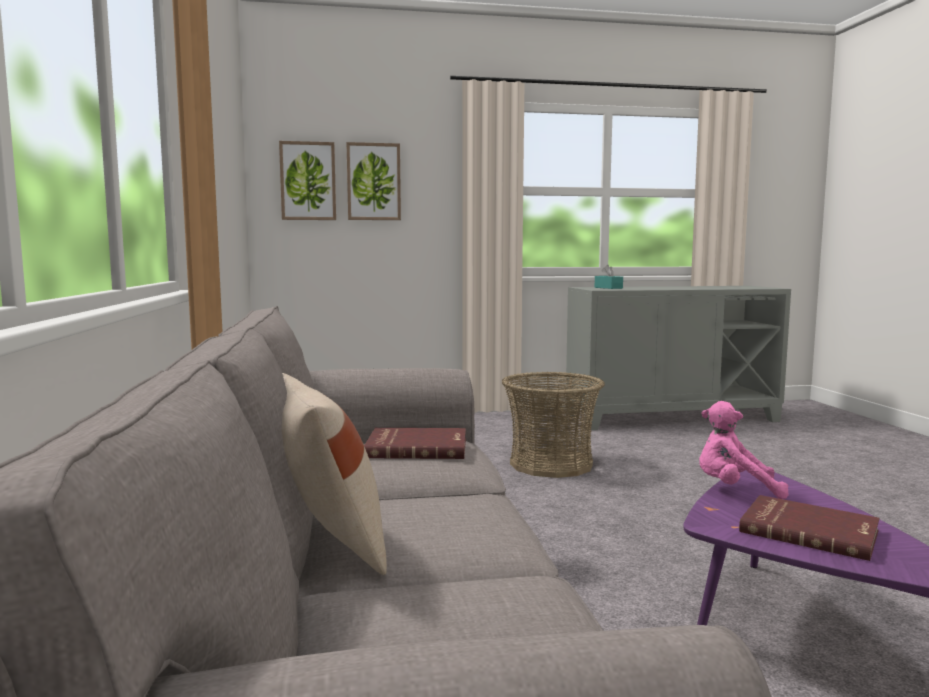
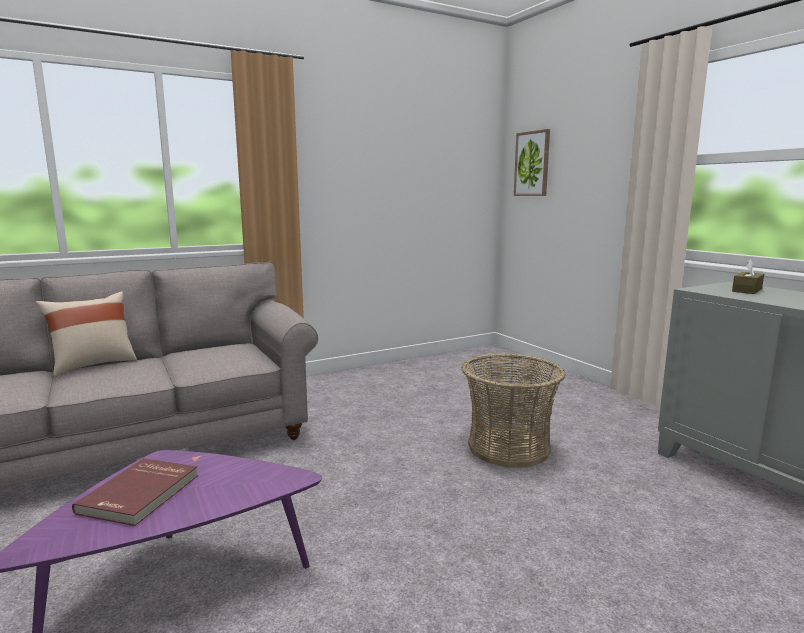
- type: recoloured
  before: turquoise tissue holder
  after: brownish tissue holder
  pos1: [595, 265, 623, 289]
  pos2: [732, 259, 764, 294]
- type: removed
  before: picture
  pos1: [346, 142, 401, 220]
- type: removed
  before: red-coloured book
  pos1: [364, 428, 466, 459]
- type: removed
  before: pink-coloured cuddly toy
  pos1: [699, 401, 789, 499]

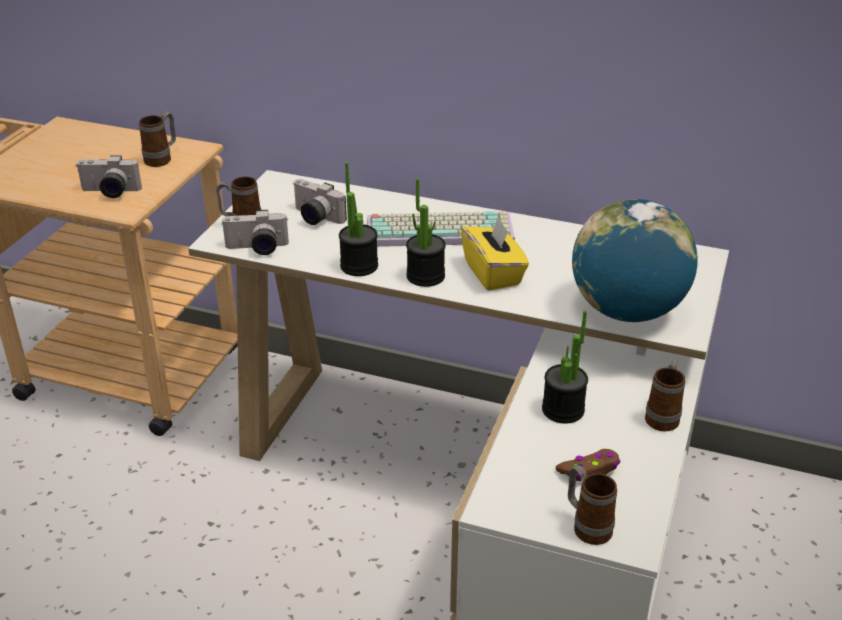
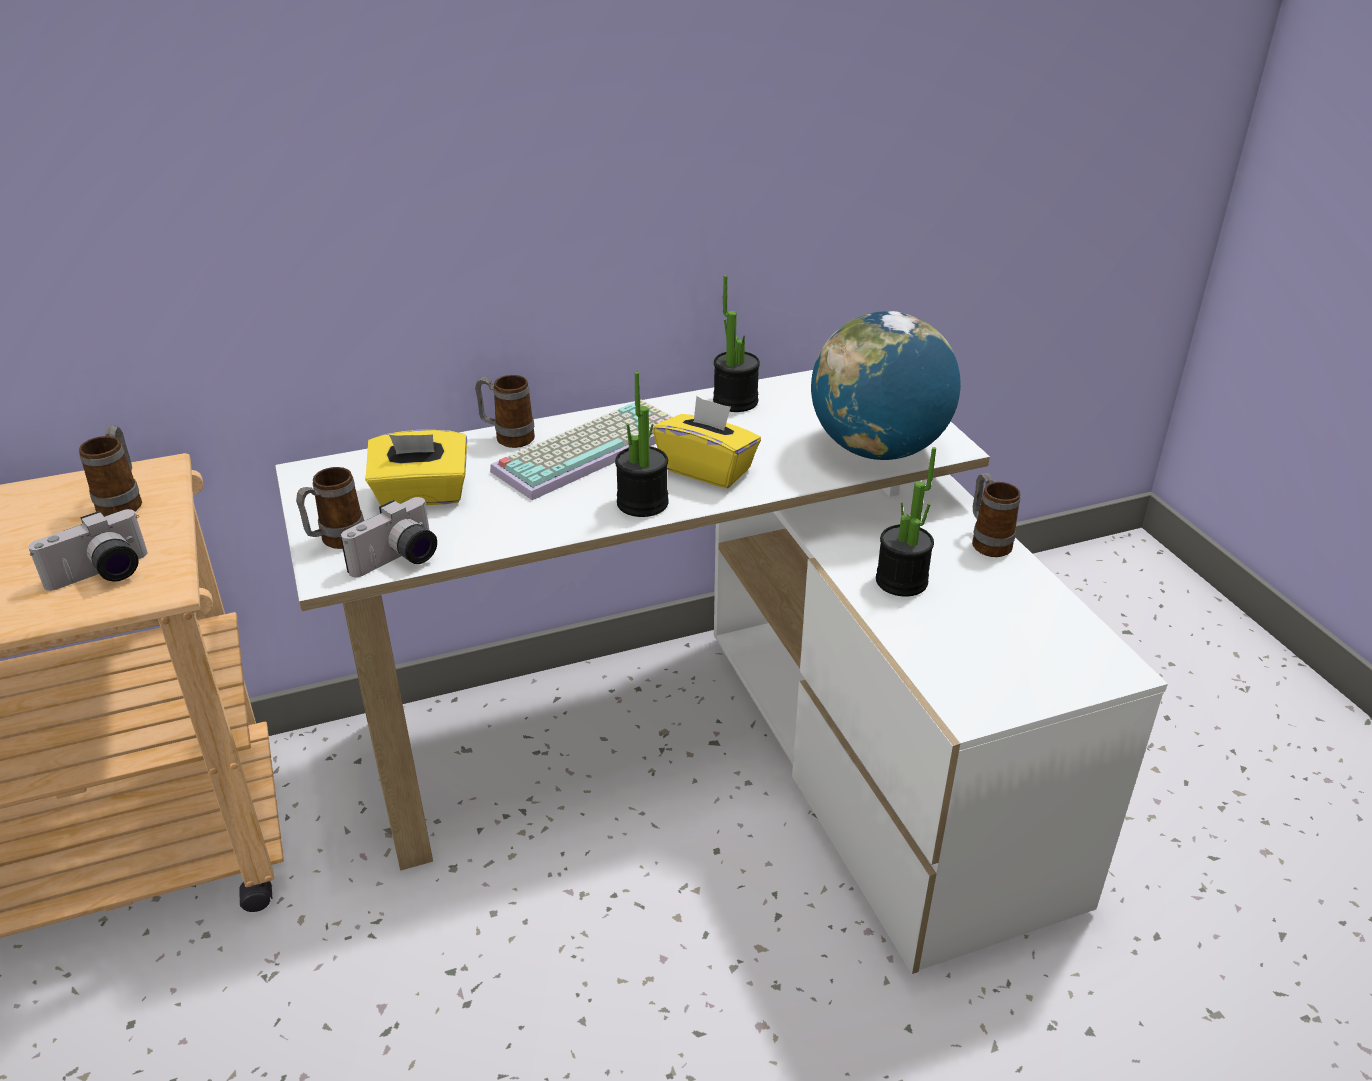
- type: replaced
  before: photo camera
  after: yellow-coloured tissue holder
  pos1: [293, 179, 347, 225]
  pos2: [365, 430, 467, 506]
- type: moved
  before: coffee mug
  pos1: [568, 465, 617, 545]
  pos2: [475, 375, 535, 448]
- type: moved
  before: plant in a pot
  pos1: [339, 162, 378, 276]
  pos2: [713, 275, 760, 412]
- type: removed
  before: brownish gamepad
  pos1: [556, 449, 620, 481]

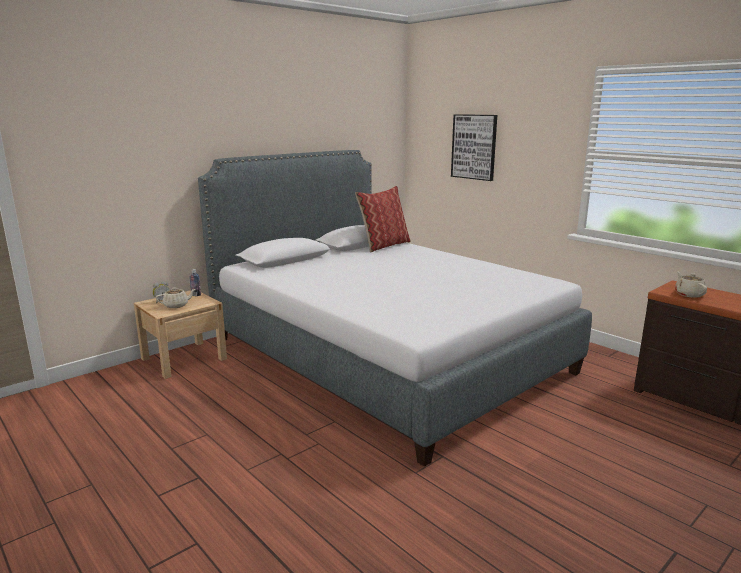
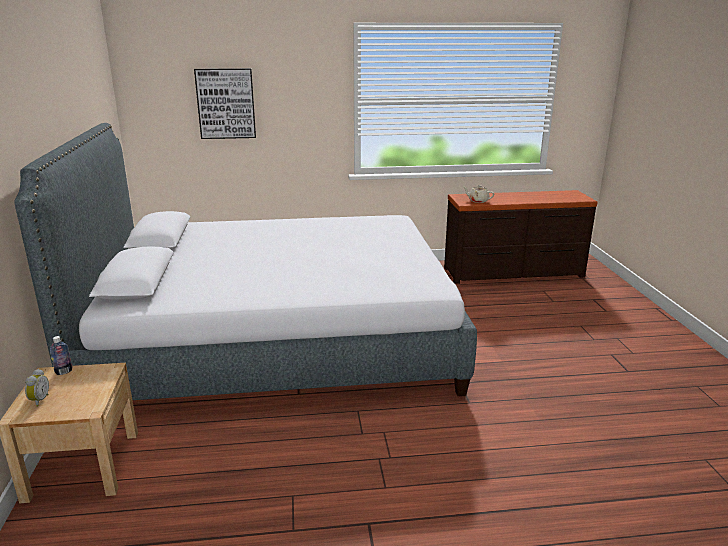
- type: removed
  before: beige tea pot
  pos1: [156, 287, 196, 308]
- type: removed
  before: cushion
  pos1: [355, 186, 411, 252]

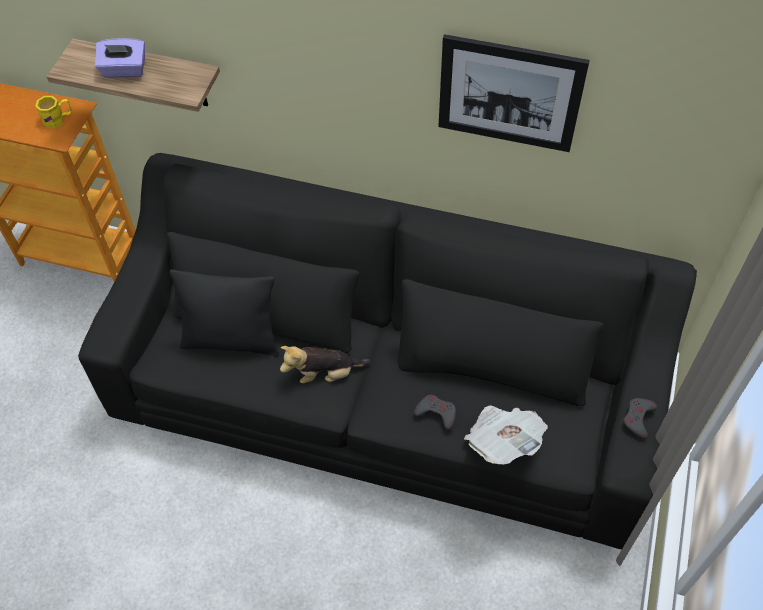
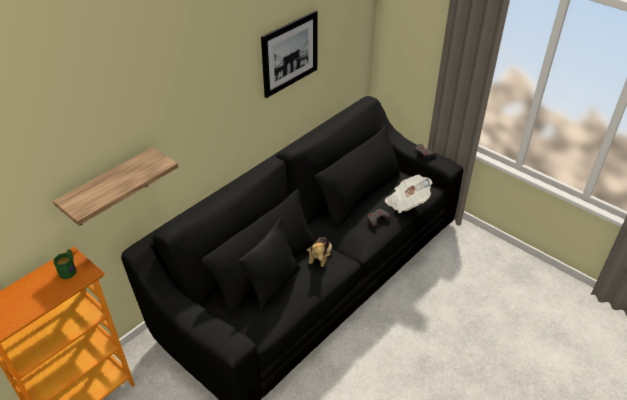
- type: recoloured
  before: yellow-coloured coffee mug
  after: green coffee mug
  pos1: [35, 96, 72, 128]
  pos2: [54, 249, 76, 279]
- type: removed
  before: purple tissue holder
  pos1: [95, 38, 145, 78]

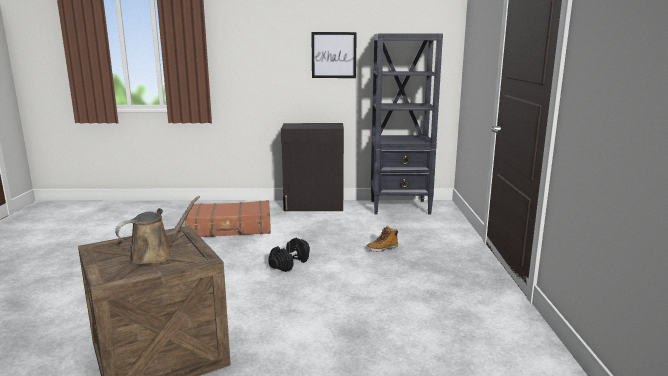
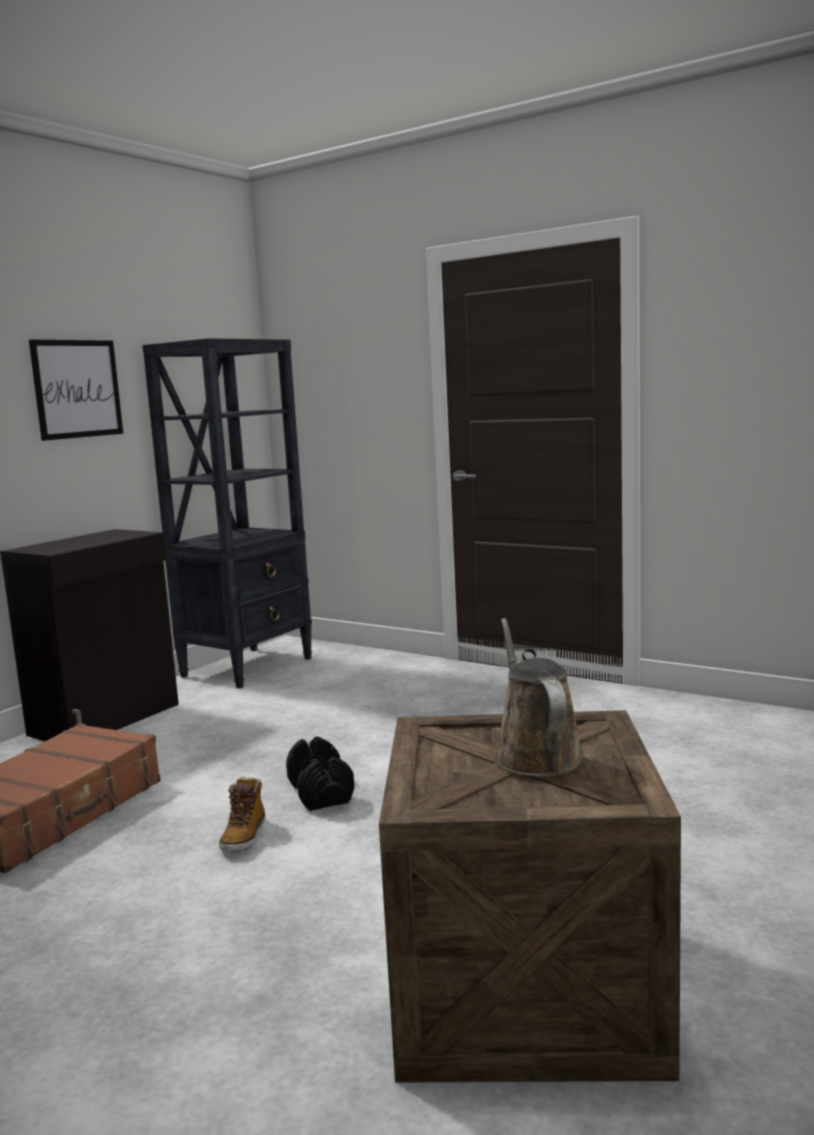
- type: moved
  before: high-top boot
  pos1: [366, 226, 398, 252]
  pos2: [219, 777, 265, 852]

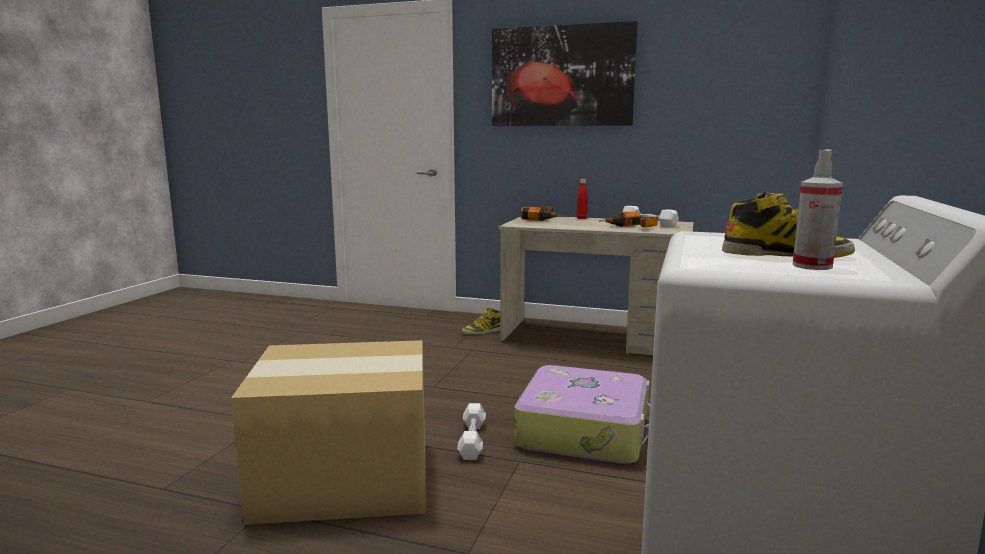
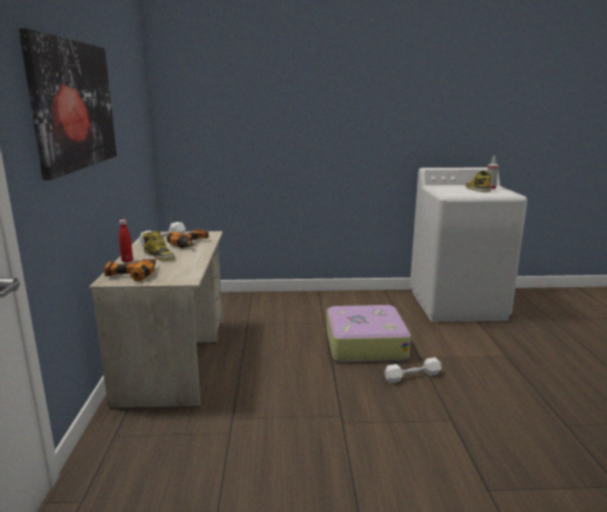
- type: moved
  before: high-top boot
  pos1: [462, 308, 500, 335]
  pos2: [143, 231, 175, 260]
- type: removed
  before: packing box
  pos1: [231, 340, 426, 525]

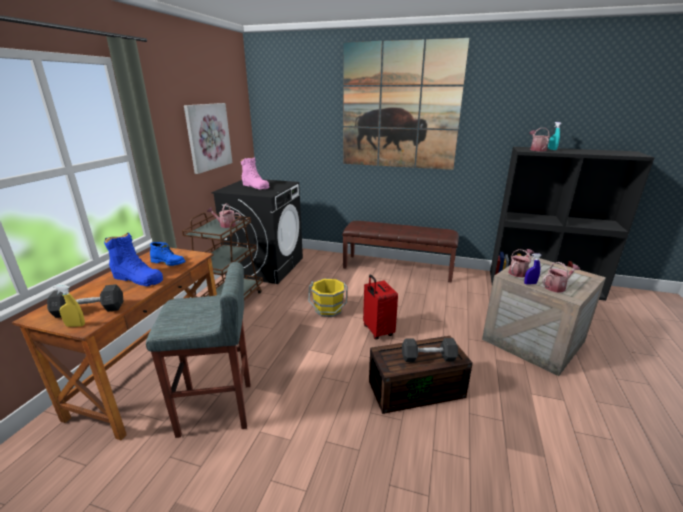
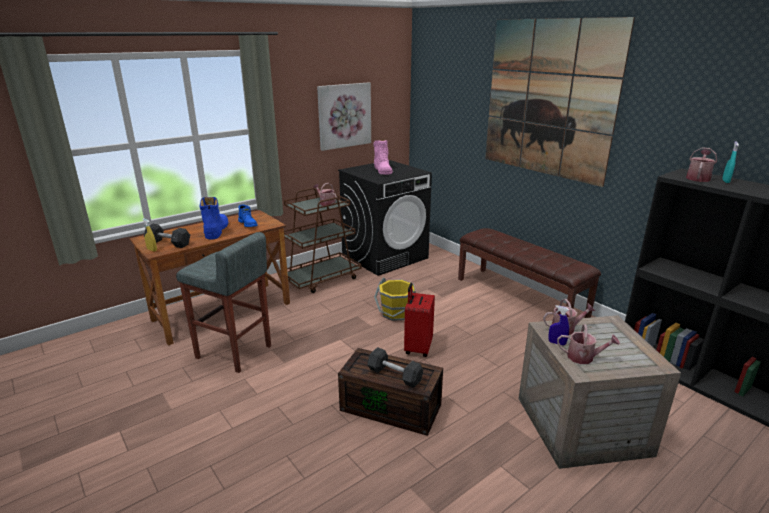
- type: turned
  before: blue high-top boot
  pos1: [104, 233, 163, 286]
  pos2: [200, 197, 228, 239]
  turn: -150

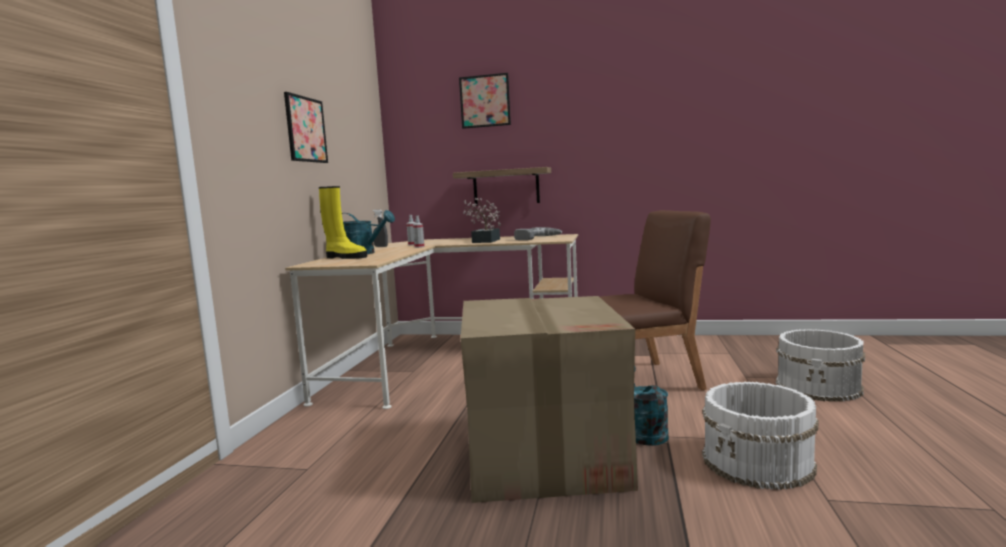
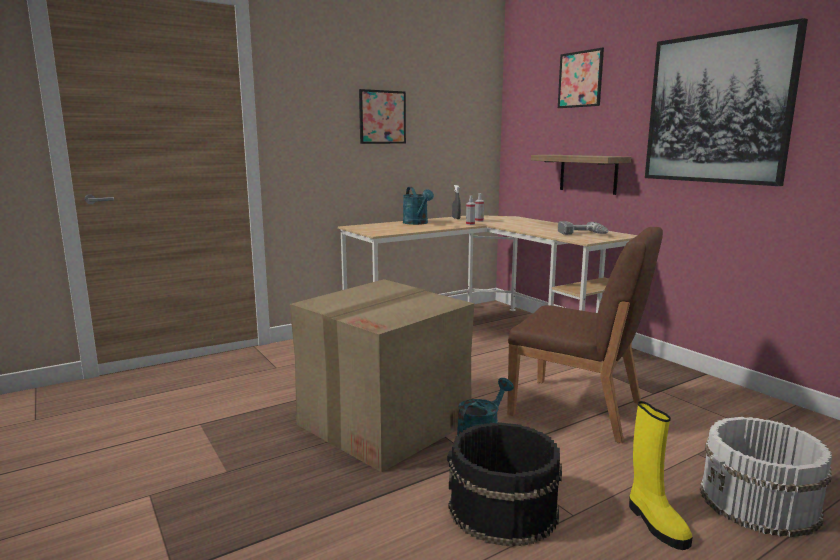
- type: recoloured
  before: white water bucket
  after: black-coloured water bucket
  pos1: [702, 382, 819, 490]
  pos2: [447, 422, 562, 547]
- type: moved
  before: yellow-coloured high-top boot
  pos1: [319, 186, 367, 259]
  pos2: [629, 401, 693, 550]
- type: added
  after: picture
  pos2: [645, 18, 808, 186]
- type: removed
  before: plant in a pot
  pos1: [463, 198, 501, 243]

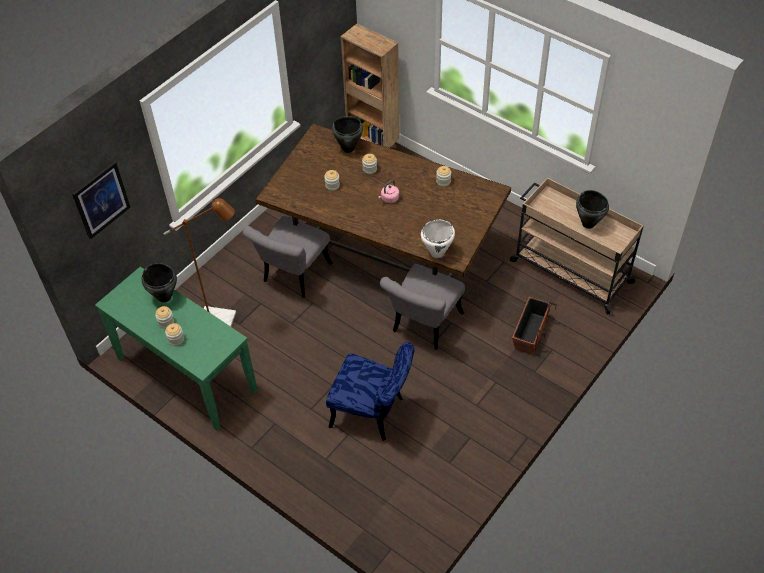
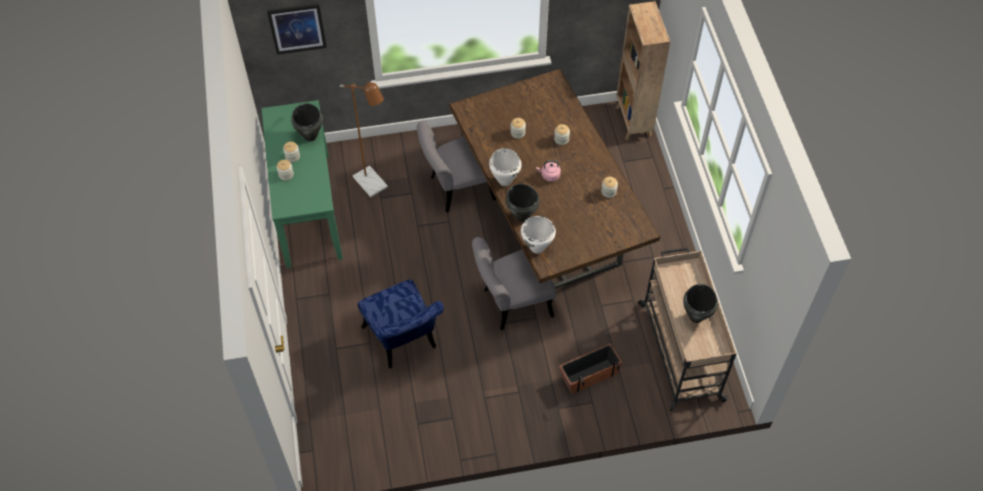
- type: added
  after: white stockpot
  pos2: [489, 148, 522, 186]
- type: moved
  before: black-coloured stockpot
  pos1: [332, 116, 363, 153]
  pos2: [506, 184, 540, 222]

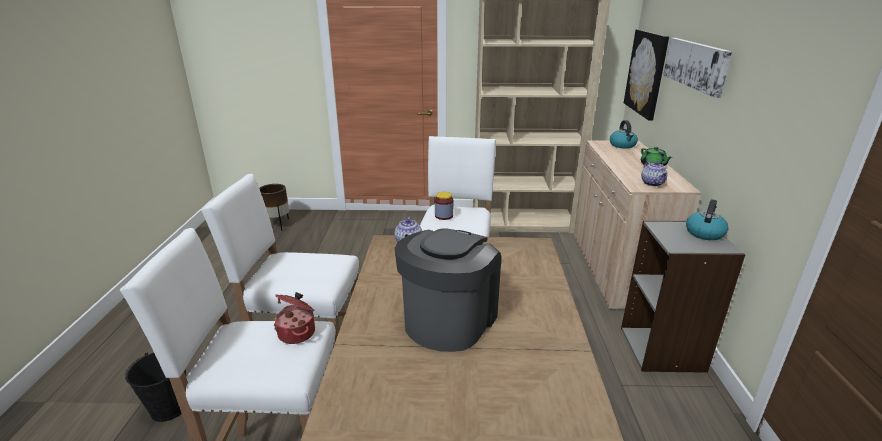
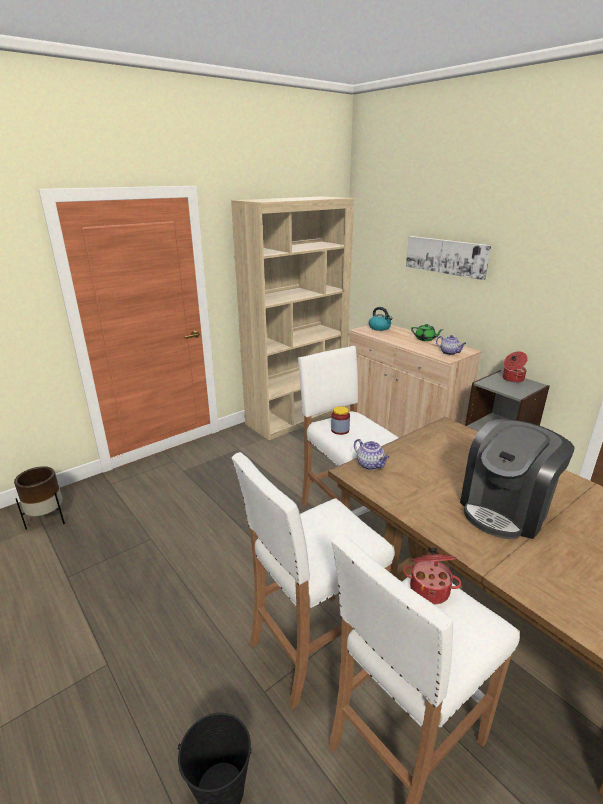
- type: turned
  before: coffee machine
  pos1: [394, 228, 501, 352]
  pos2: [460, 419, 575, 539]
  turn: -120
- type: replaced
  before: kettle
  after: stockpot
  pos1: [686, 199, 729, 240]
  pos2: [503, 351, 528, 383]
- type: removed
  before: picture
  pos1: [624, 29, 669, 120]

